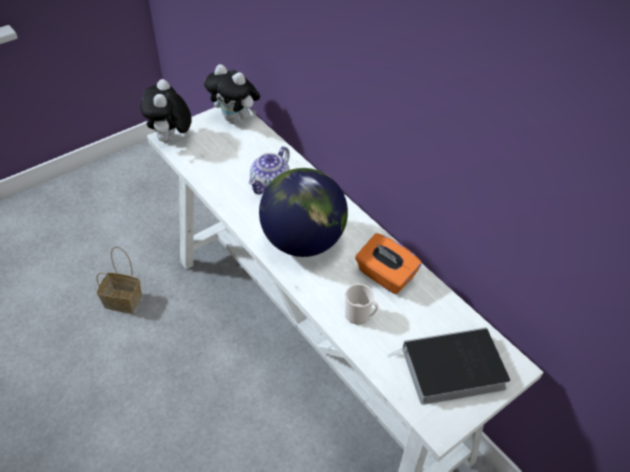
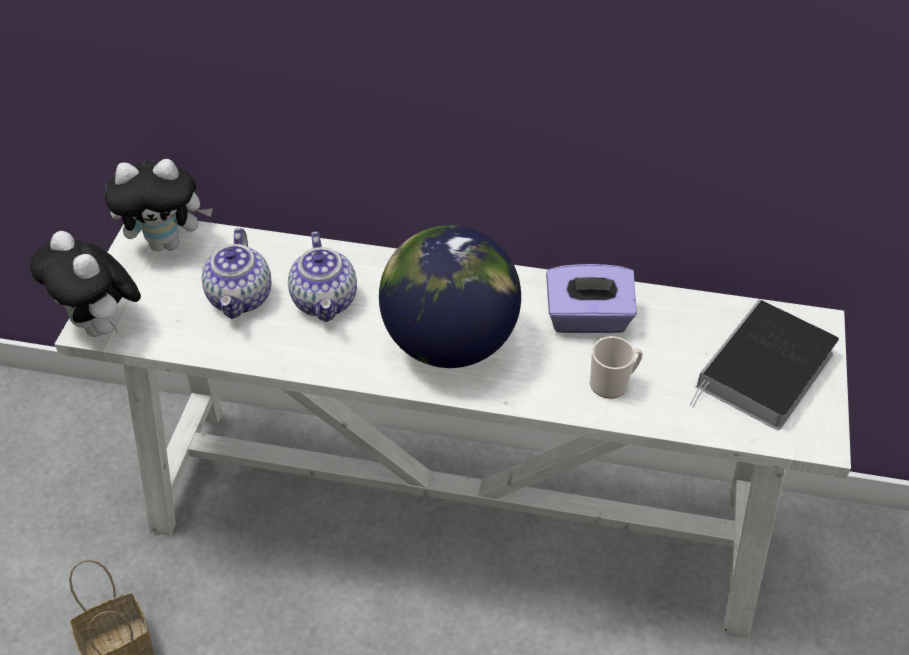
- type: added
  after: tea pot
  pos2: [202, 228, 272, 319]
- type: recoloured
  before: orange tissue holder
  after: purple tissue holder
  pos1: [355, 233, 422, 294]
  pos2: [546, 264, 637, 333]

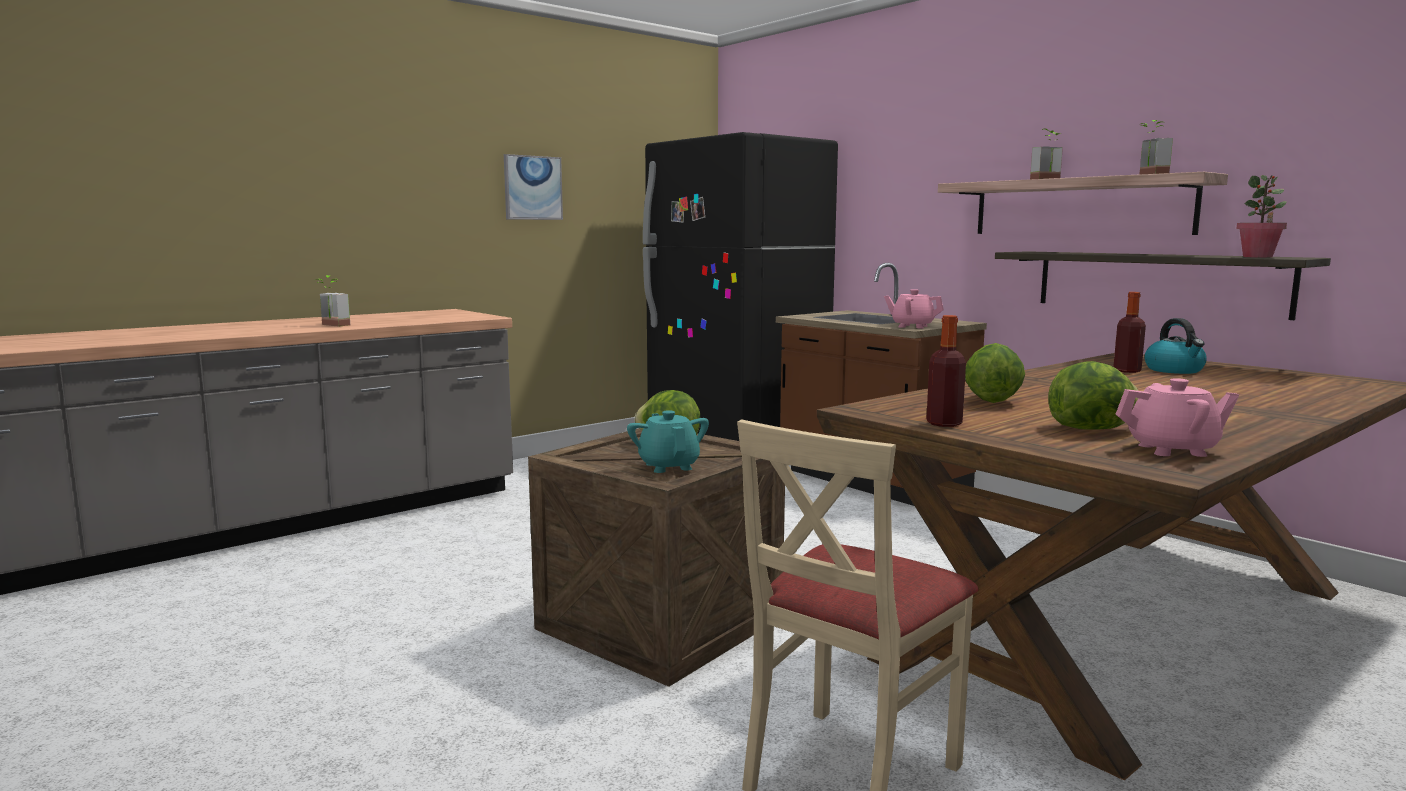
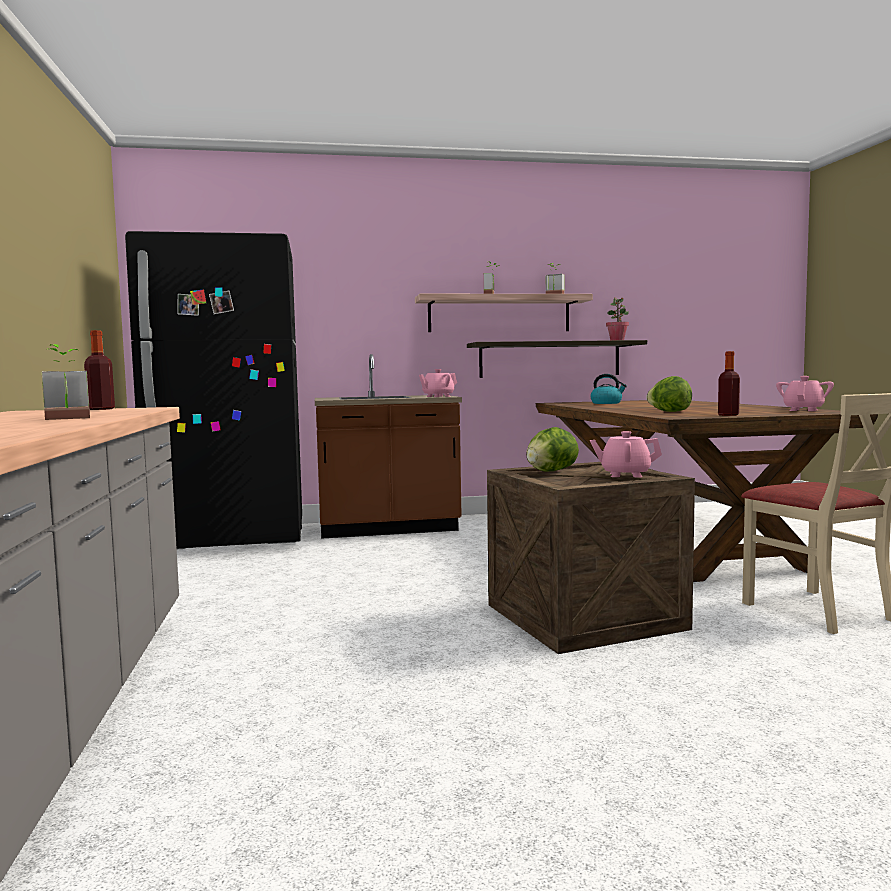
- type: moved
  before: beverage bottle
  pos1: [1113, 292, 1146, 373]
  pos2: [84, 330, 115, 410]
- type: recoloured
  before: turquoise tea pot
  after: pink-coloured tea pot
  pos1: [627, 410, 709, 473]
  pos2: [590, 431, 662, 478]
- type: removed
  before: picture
  pos1: [504, 154, 563, 220]
- type: removed
  before: head of lettuce
  pos1: [1048, 361, 1138, 430]

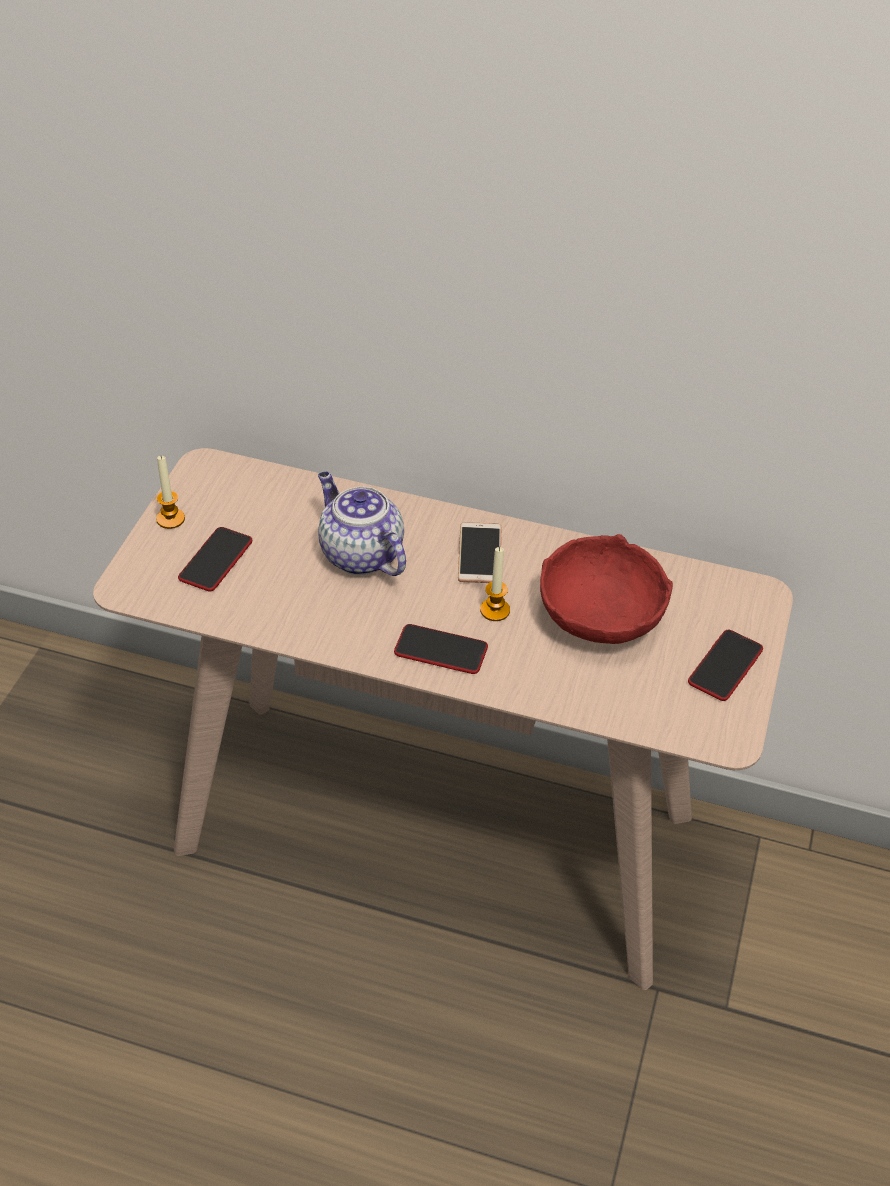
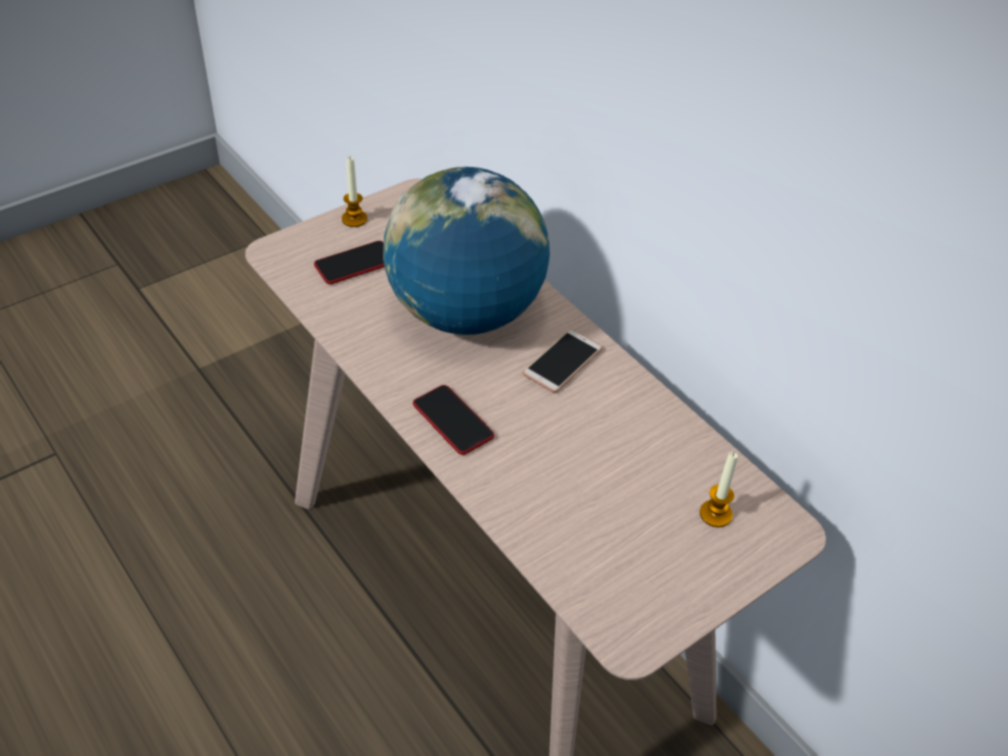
- type: replaced
  before: tea pot
  after: globe
  pos1: [318, 472, 406, 576]
  pos2: [383, 167, 550, 335]
- type: moved
  before: candle
  pos1: [480, 547, 510, 621]
  pos2: [700, 452, 738, 527]
- type: removed
  before: red-coloured serving bowl
  pos1: [540, 534, 673, 644]
- type: removed
  before: phone
  pos1: [688, 630, 763, 701]

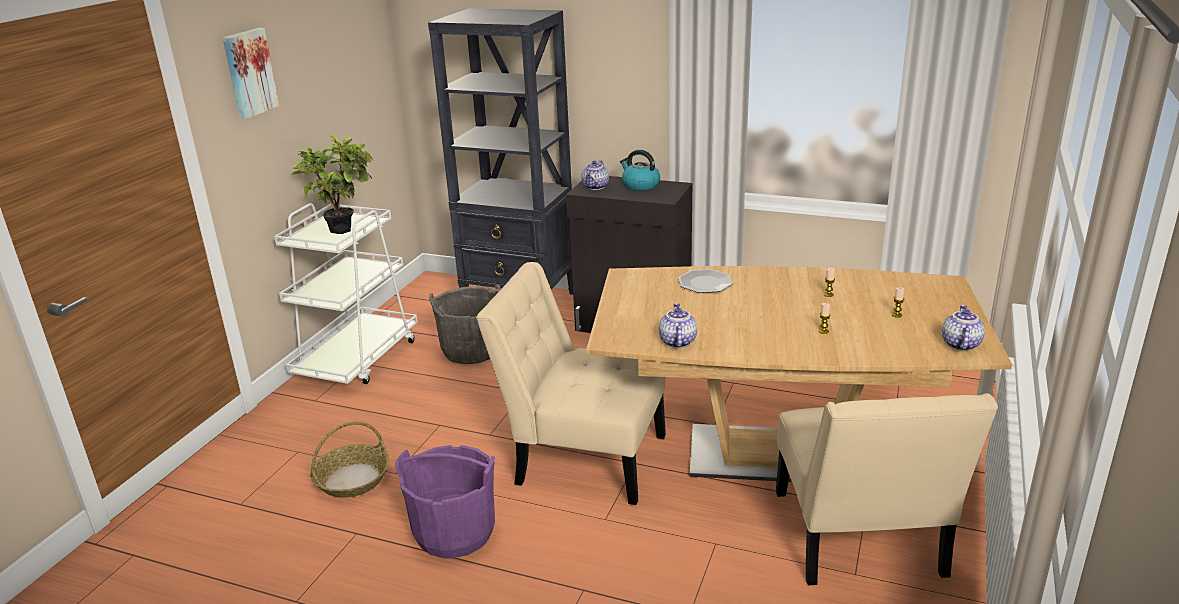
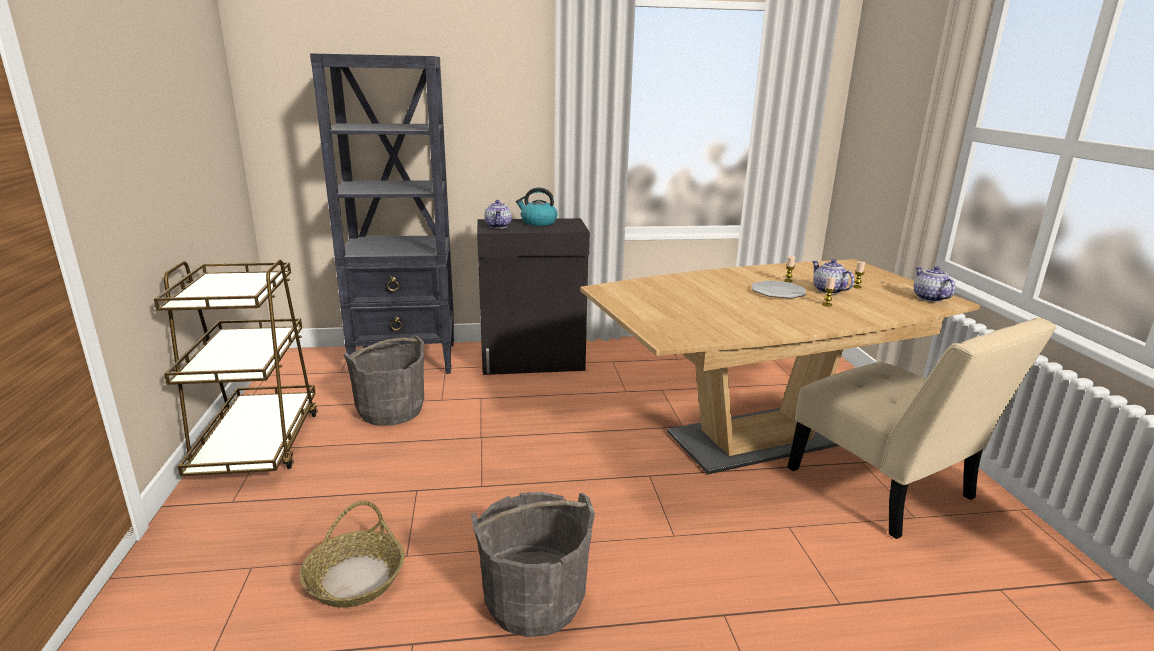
- type: recoloured
  before: white trolley
  after: brownish trolley
  pos1: [274, 203, 418, 384]
  pos2: [154, 259, 318, 476]
- type: recoloured
  before: purple water bucket
  after: greyish water bucket
  pos1: [395, 445, 495, 558]
  pos2: [471, 492, 595, 637]
- type: moved
  before: dinner plate
  pos1: [678, 269, 733, 293]
  pos2: [752, 280, 806, 299]
- type: moved
  before: tea pot
  pos1: [659, 303, 697, 348]
  pos2: [812, 259, 854, 294]
- type: removed
  before: picture
  pos1: [223, 28, 280, 119]
- type: removed
  before: plant in a pot
  pos1: [291, 135, 373, 234]
- type: removed
  before: beige upright chair
  pos1: [476, 262, 666, 505]

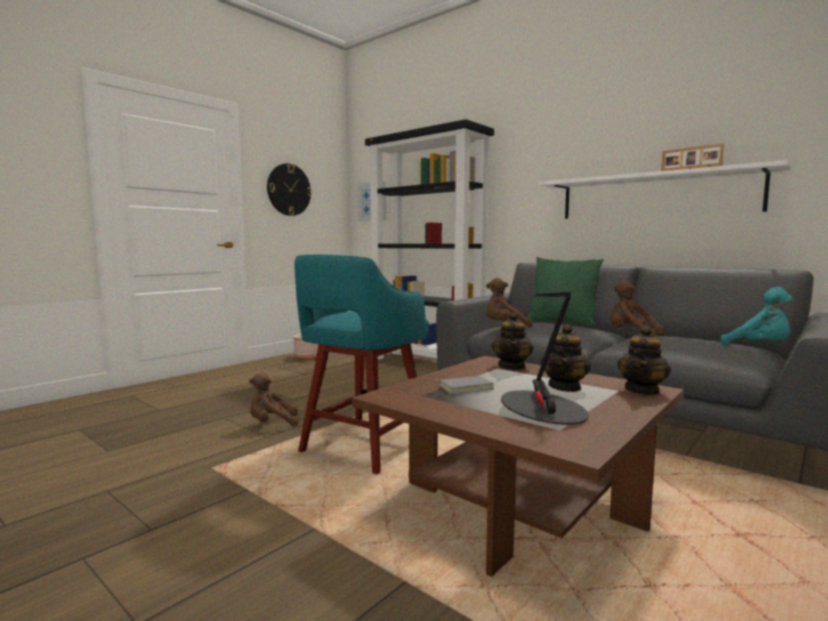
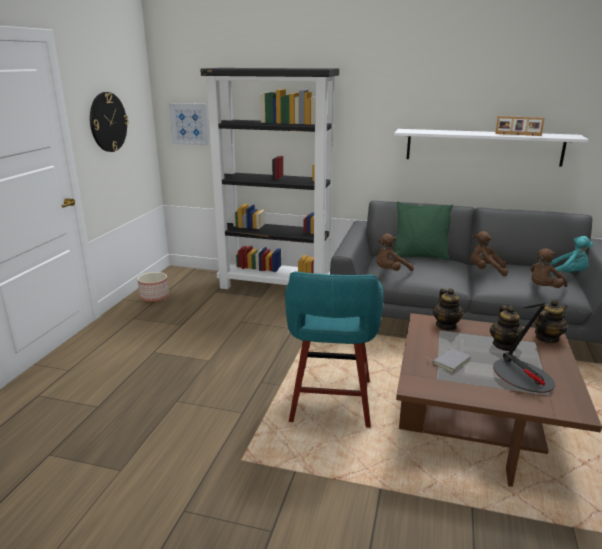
- type: moved
  before: brownish cuddly toy
  pos1: [249, 373, 299, 426]
  pos2: [530, 248, 567, 288]
- type: turned
  before: tea pot
  pos1: [617, 326, 671, 395]
  pos2: [534, 299, 568, 343]
  turn: -135

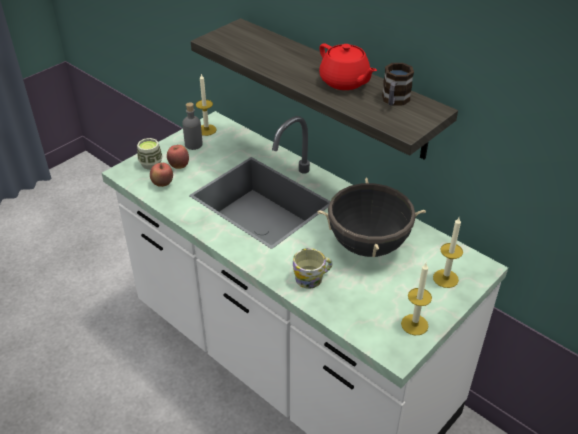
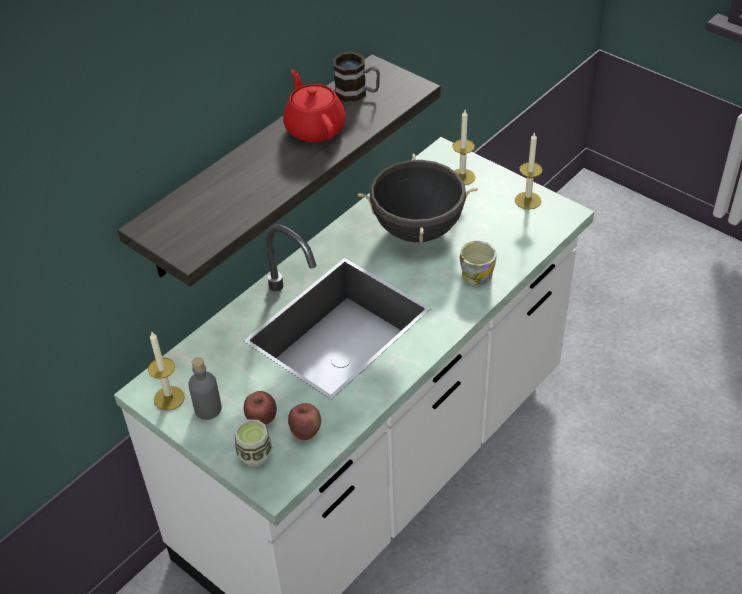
- type: turned
  before: red-coloured tea pot
  pos1: [319, 44, 377, 90]
  pos2: [283, 69, 346, 142]
  turn: -75

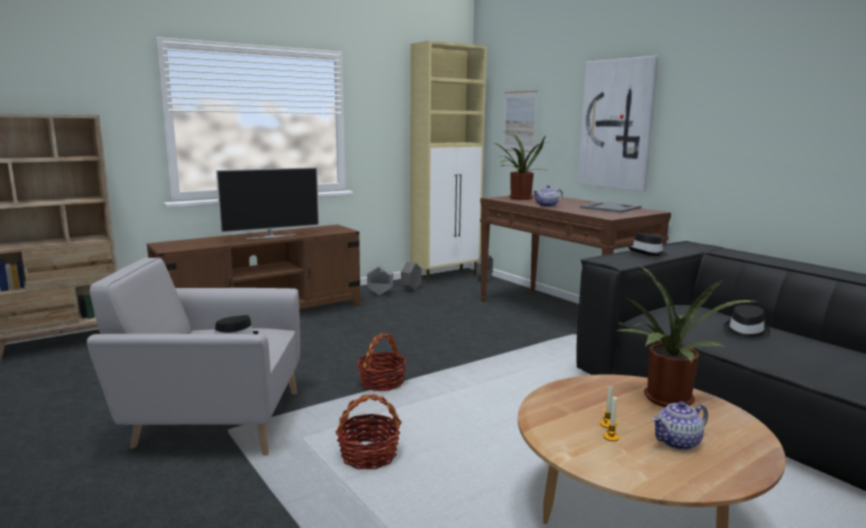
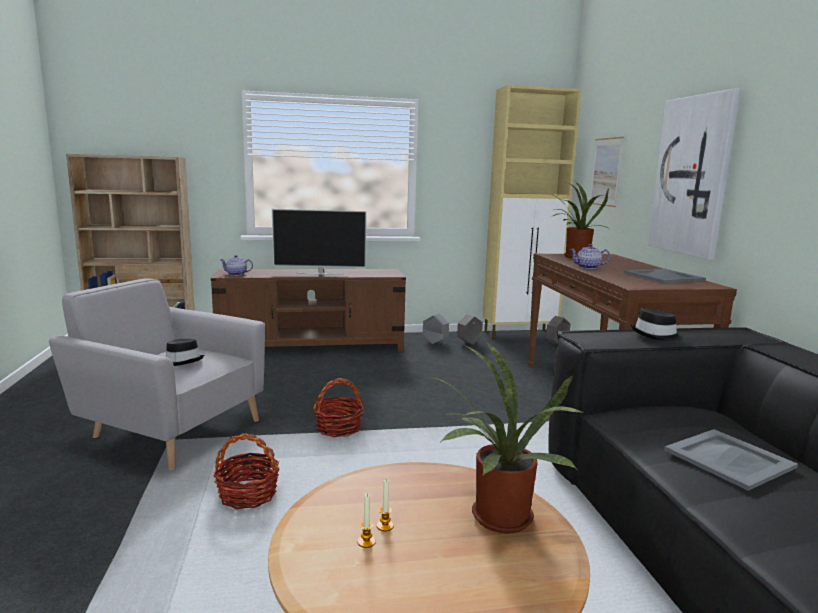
- type: moved
  before: tea pot
  pos1: [652, 401, 708, 450]
  pos2: [220, 255, 253, 276]
- type: replaced
  before: black-coloured wearable hat
  after: greyish tray
  pos1: [723, 305, 770, 340]
  pos2: [664, 429, 798, 491]

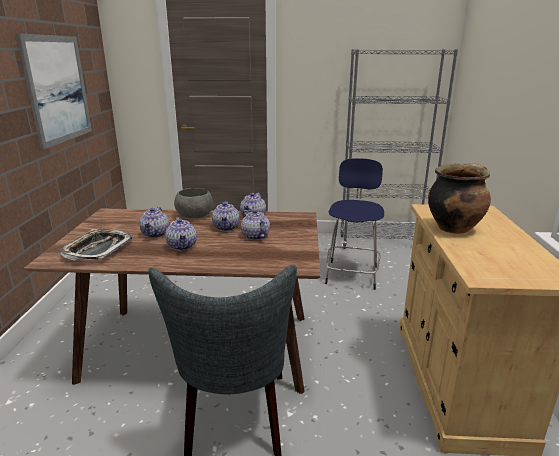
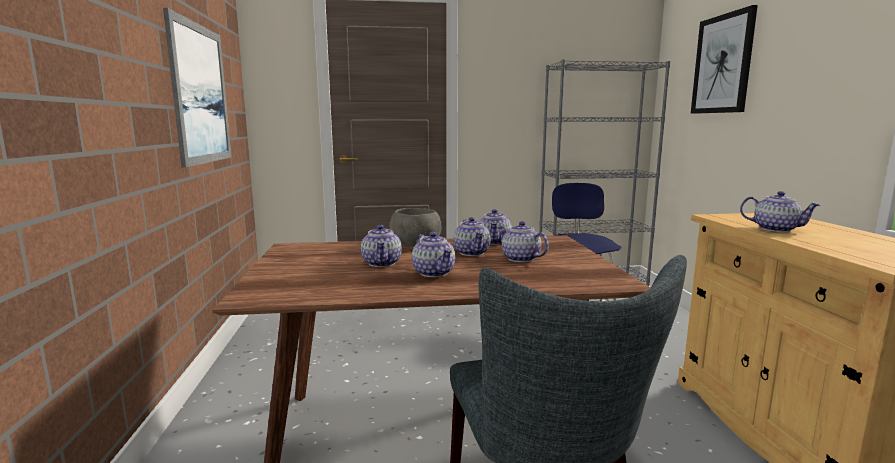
- type: added
  after: picture
  pos2: [691, 5, 758, 114]
- type: replaced
  before: stockpot
  after: tea pot
  pos1: [428, 163, 491, 234]
  pos2: [740, 191, 821, 232]
- type: removed
  before: tray
  pos1: [60, 229, 133, 261]

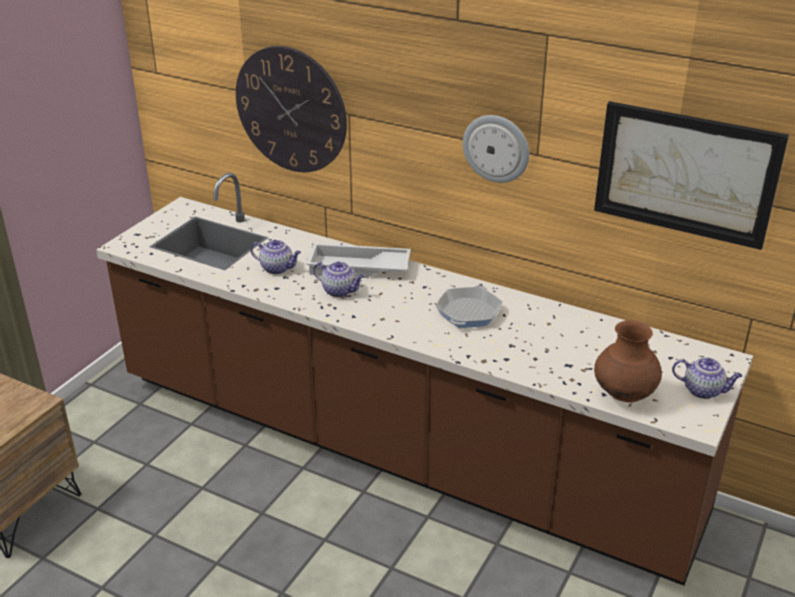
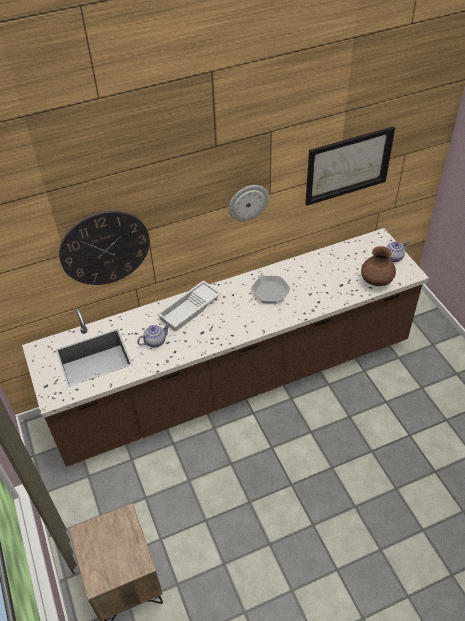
- type: removed
  before: tea pot
  pos1: [313, 262, 364, 297]

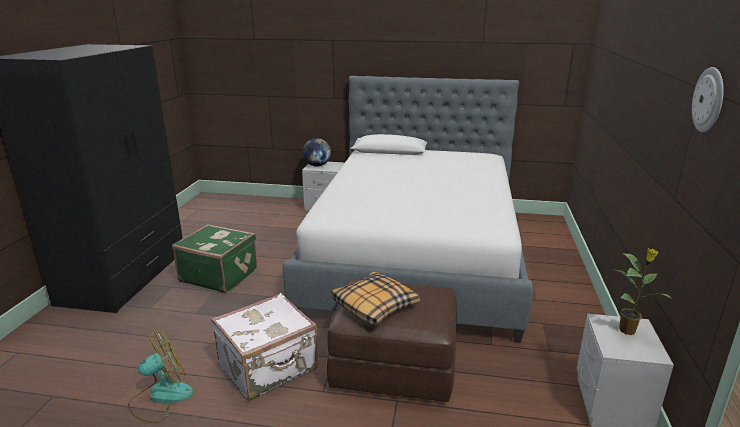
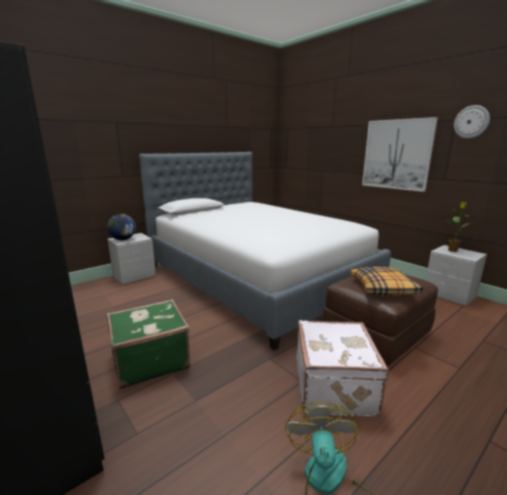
- type: added
  after: picture
  pos2: [362, 117, 438, 192]

